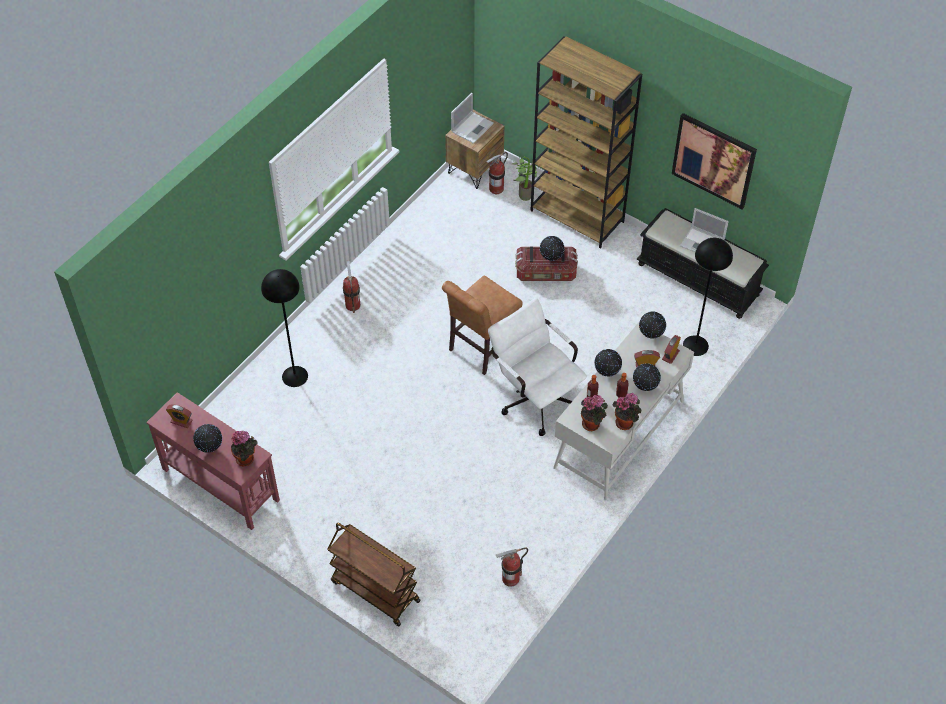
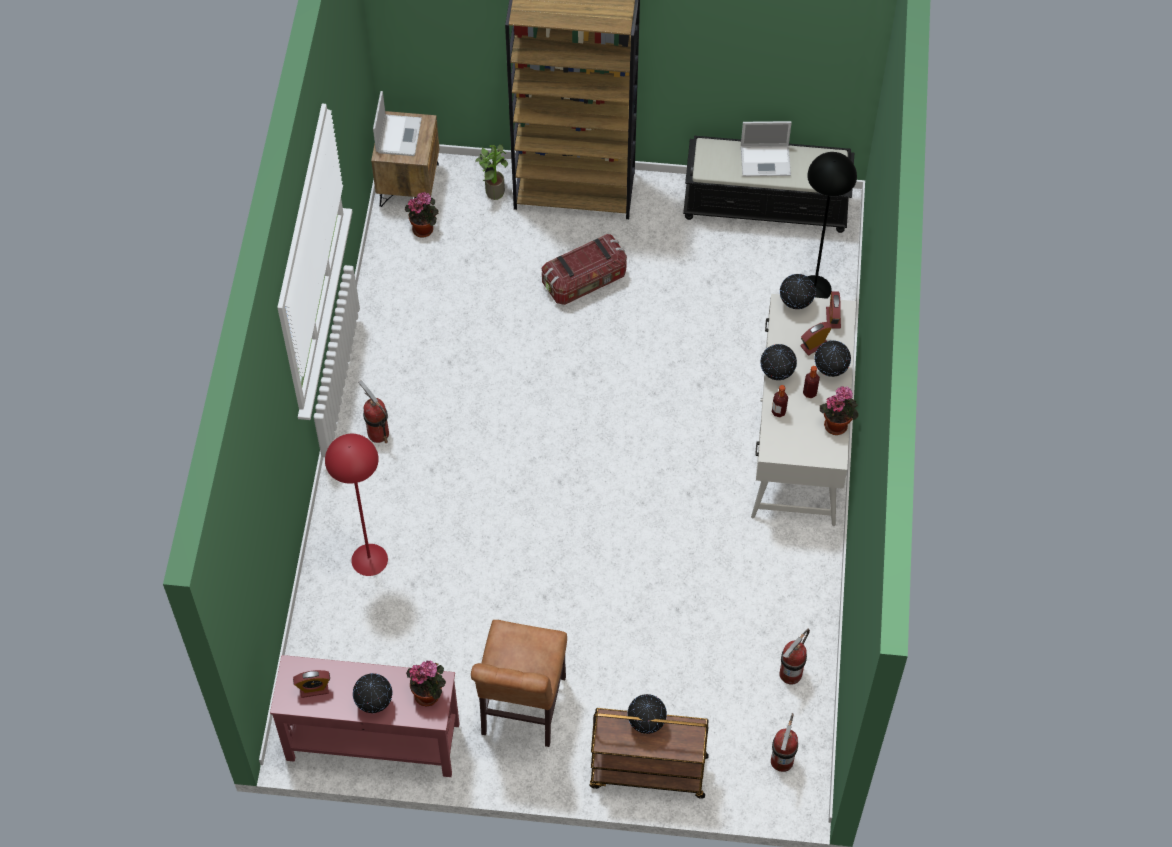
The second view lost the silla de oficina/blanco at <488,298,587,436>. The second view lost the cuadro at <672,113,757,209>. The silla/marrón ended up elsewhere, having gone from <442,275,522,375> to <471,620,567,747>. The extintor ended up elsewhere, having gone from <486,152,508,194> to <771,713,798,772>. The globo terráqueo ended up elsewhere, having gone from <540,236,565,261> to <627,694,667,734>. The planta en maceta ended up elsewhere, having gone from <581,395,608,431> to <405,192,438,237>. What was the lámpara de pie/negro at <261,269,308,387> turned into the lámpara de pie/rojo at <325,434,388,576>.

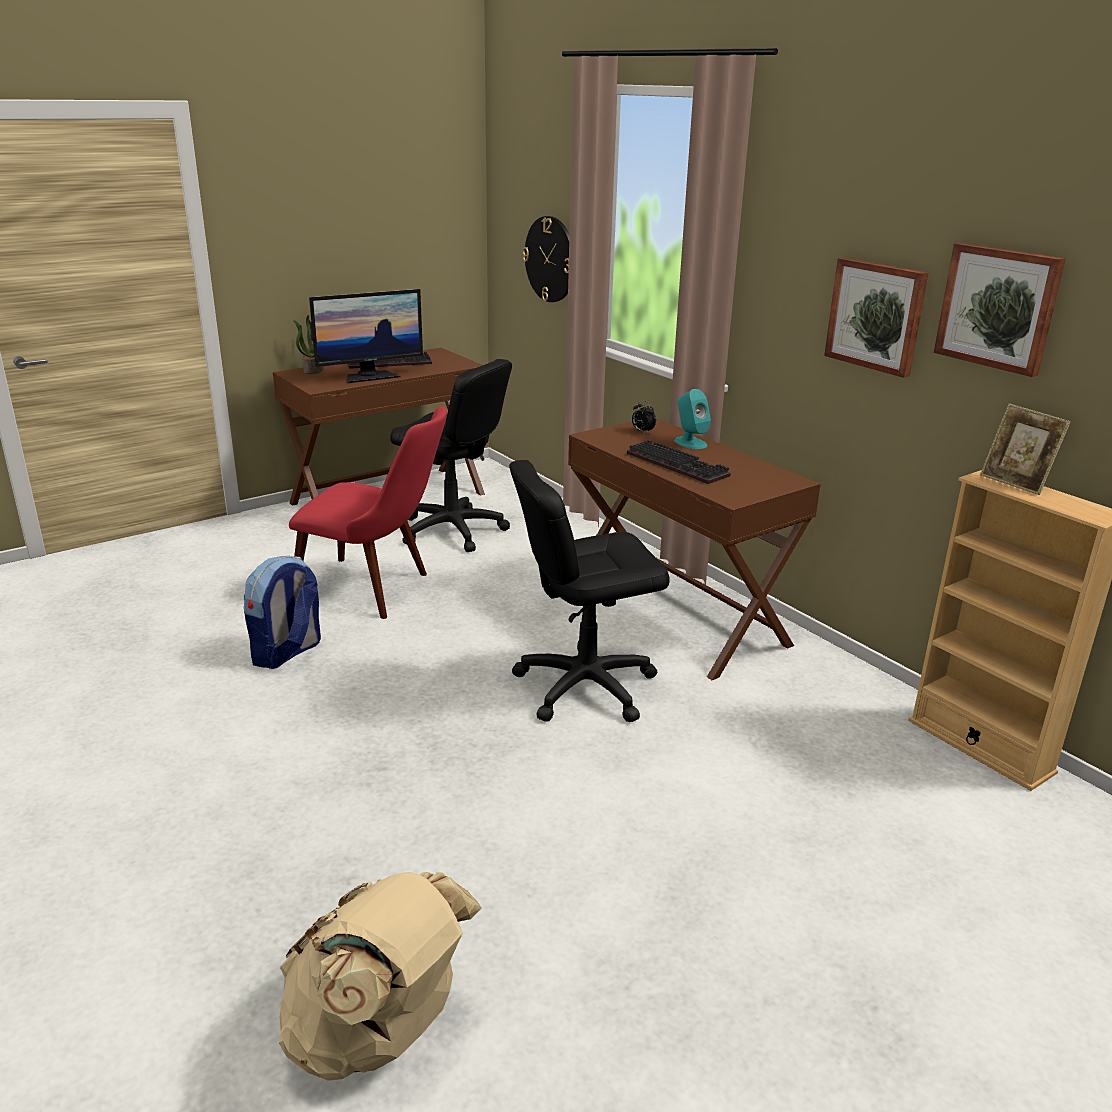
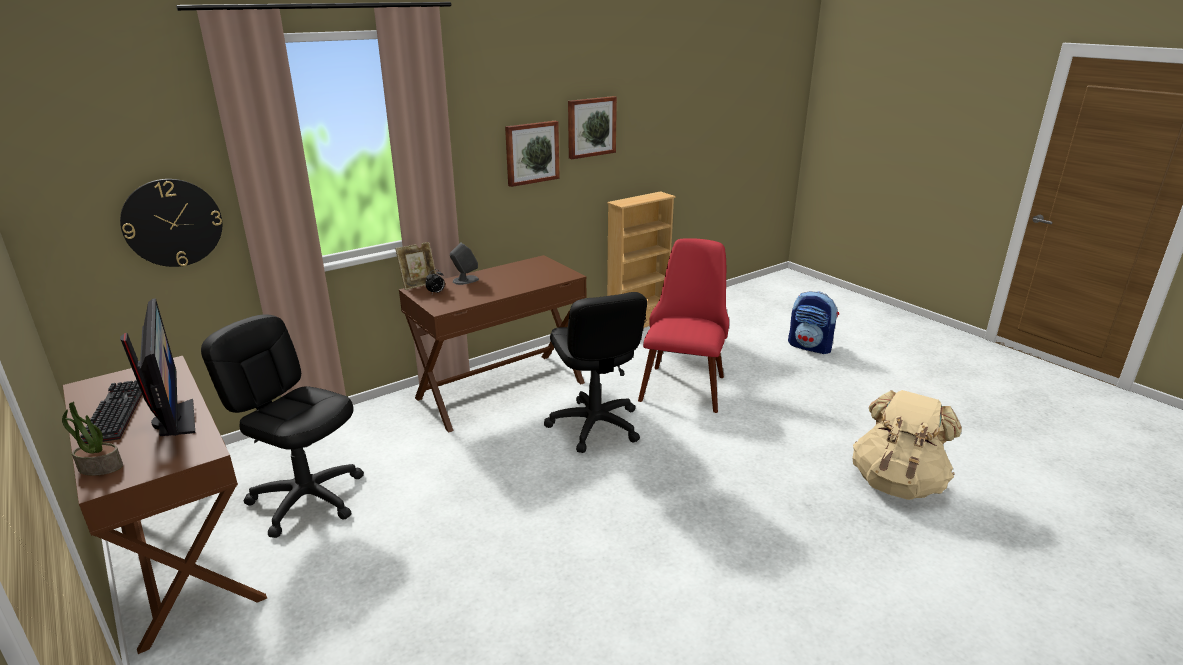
The second view lost the teclado at <627,440,731,484>. The mochila ended up elsewhere, having gone from <244,556,321,669> to <788,291,839,354>. The silla/rojo ended up elsewhere, having gone from <289,406,447,619> to <638,238,729,413>. The portarretratos ended up elsewhere, having gone from <980,404,1071,495> to <395,242,436,290>. What was the altavoz/turquesa at <674,389,711,449> turned into the altavoz/gris at <450,243,479,285>. The silla de oficina/negro at <390,359,512,552> ended up facing another way, 90 degrees counterclockwise from before.

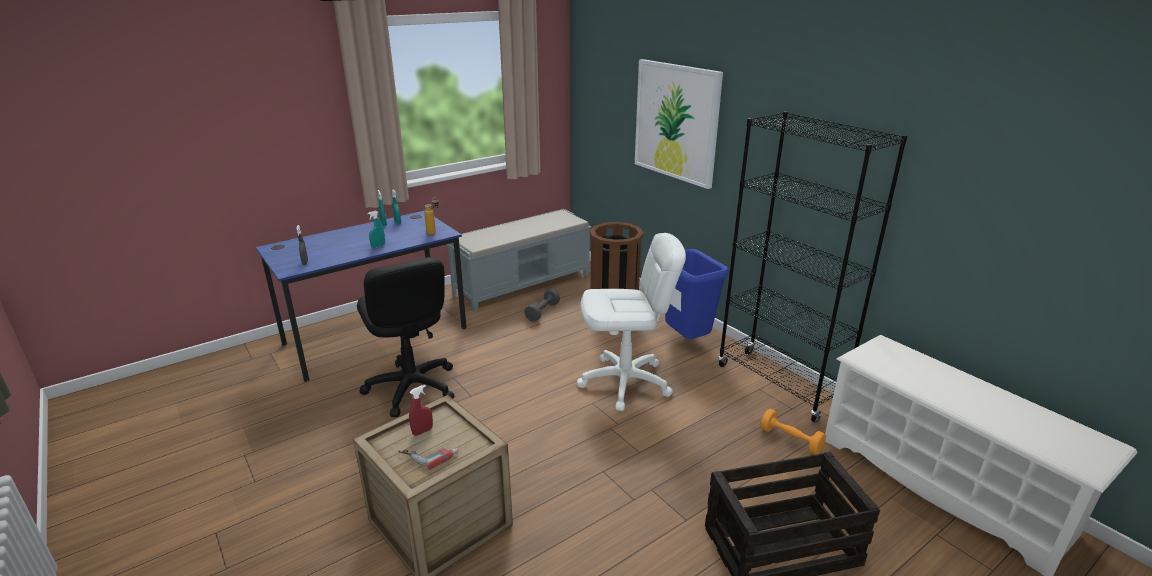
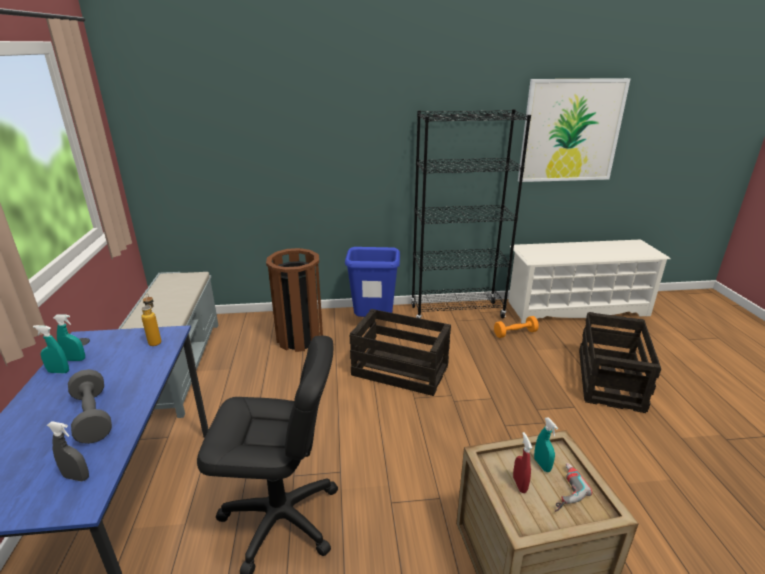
The pulverizador/turquesa ended up elsewhere, having gone from <367,211,385,248> to <534,417,558,472>. The mancuerna/gris ended up elsewhere, having gone from <524,289,560,322> to <68,369,112,444>. The cuadro ended up elsewhere, having gone from <635,59,723,189> to <518,78,630,182>. Where the silla de oficina/blanco stood at <577,233,686,411>, the caja de embalaje came to stand at <350,309,451,396>.

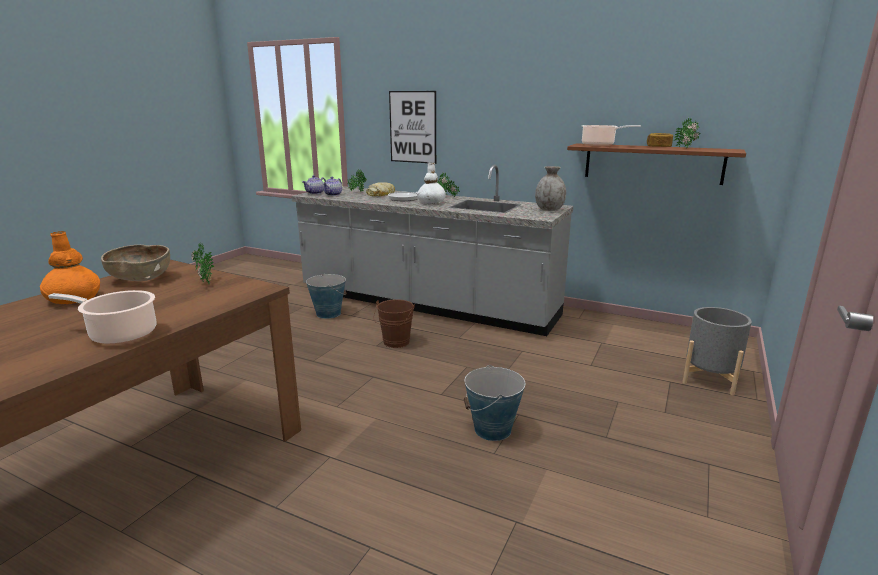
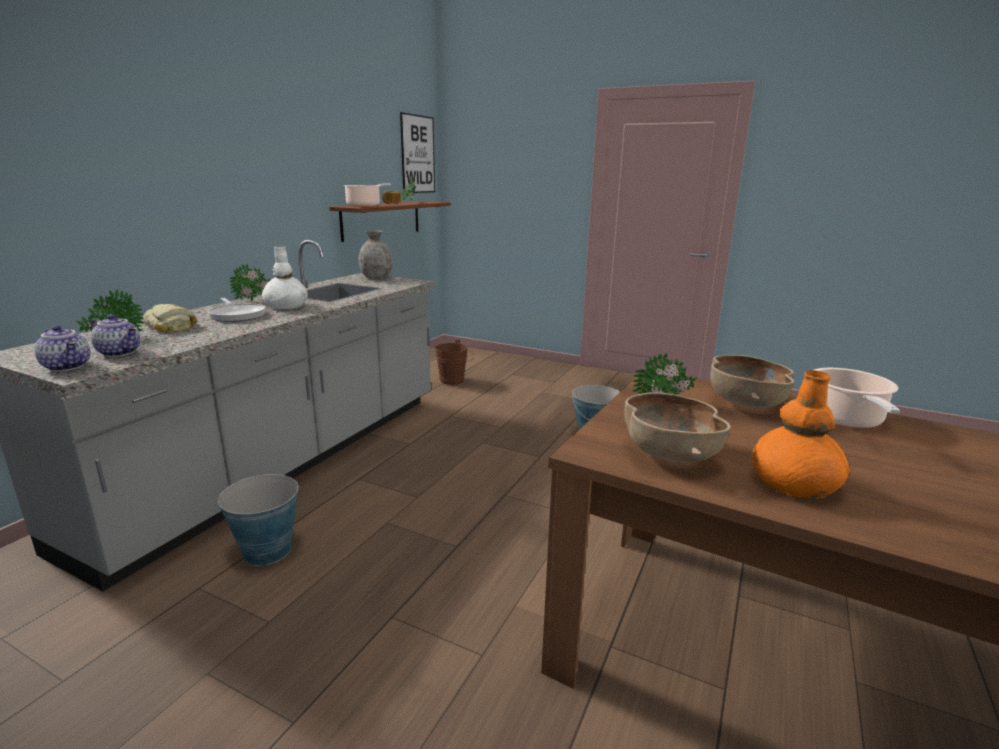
The second view lost the maceta/gris at <682,307,752,396>. The second view gained the cuenco/marrón at <710,355,794,408>. The cubo/marrón ended up elsewhere, having gone from <374,299,415,348> to <435,339,474,385>. The cuadro ended up elsewhere, having gone from <389,91,436,164> to <400,112,435,193>.

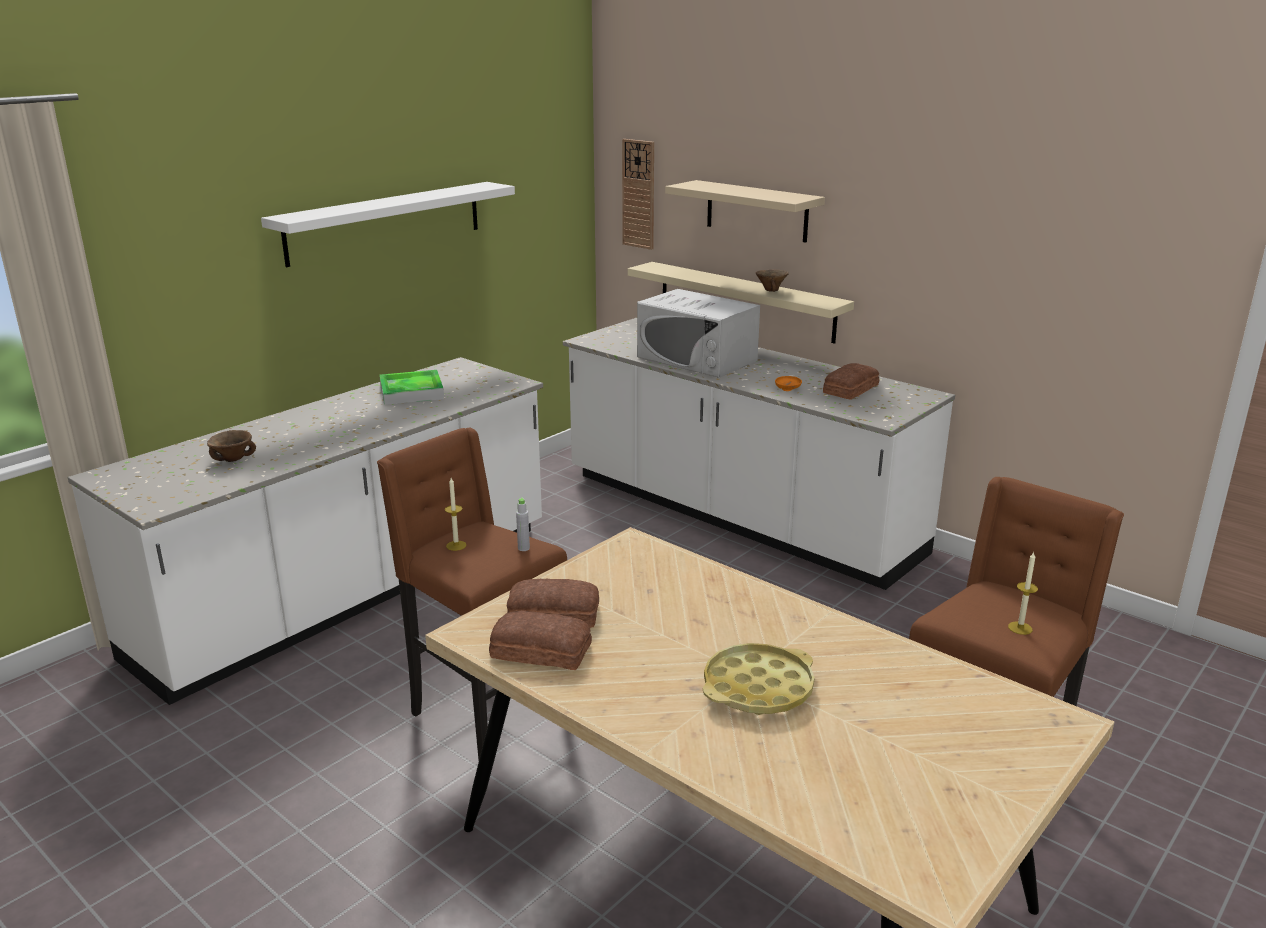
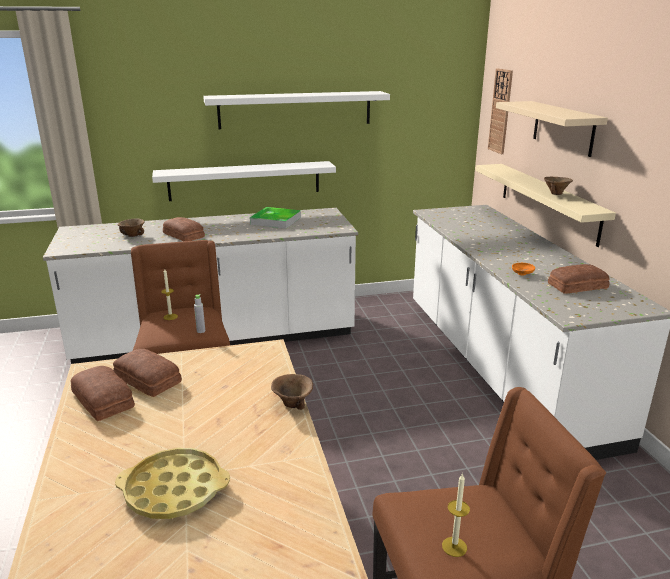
The second view lost the microondas/blanco at <637,289,760,378>. The second view gained the estante/blanco at <152,161,336,201>. The second view gained the pan at <163,217,205,241>. The second view gained the cuenco/marrón at <271,374,313,410>.

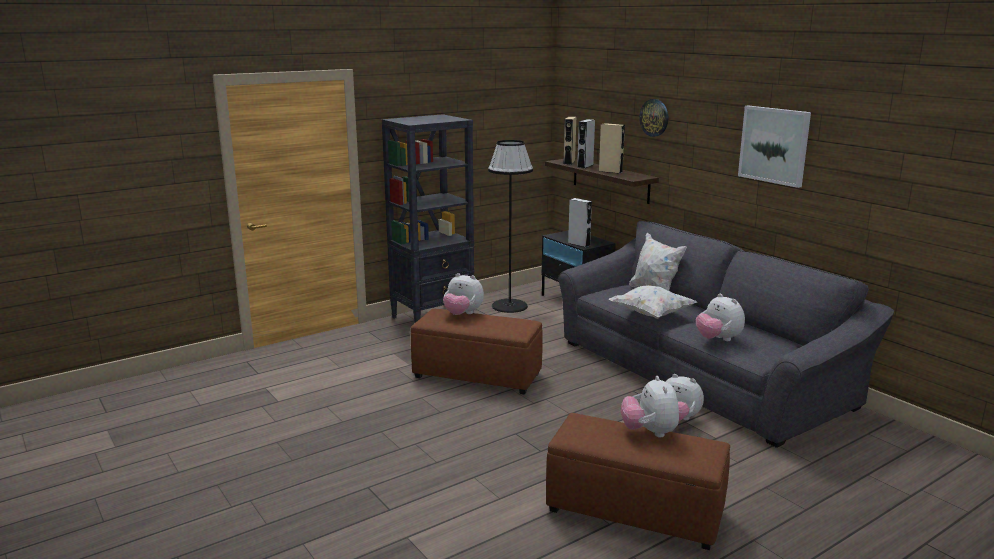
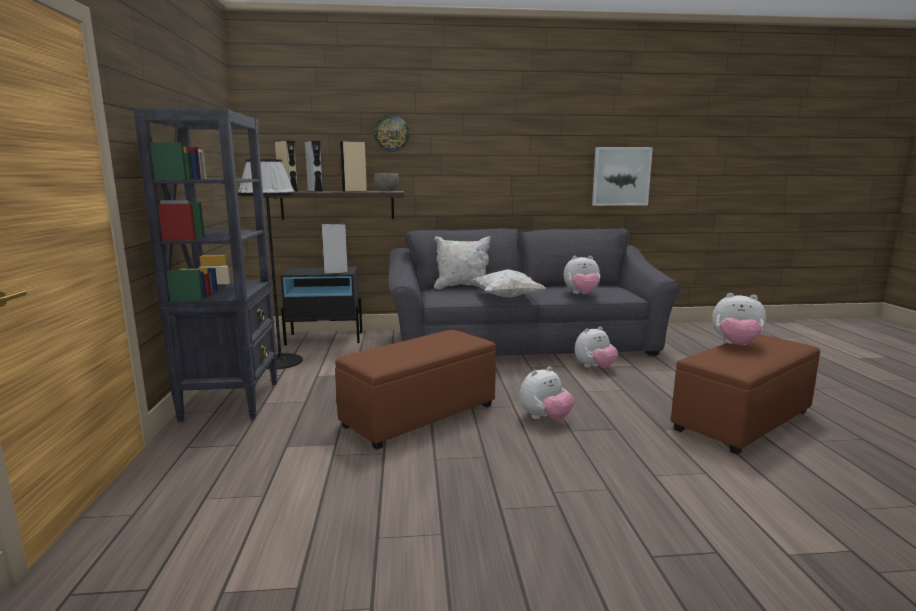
The second view gained the cuenco/gris at <374,173,399,191>. The peluche ended up elsewhere, having gone from <443,273,484,315> to <519,366,574,420>. The cuadro ended up elsewhere, having gone from <738,106,811,188> to <592,147,653,206>.

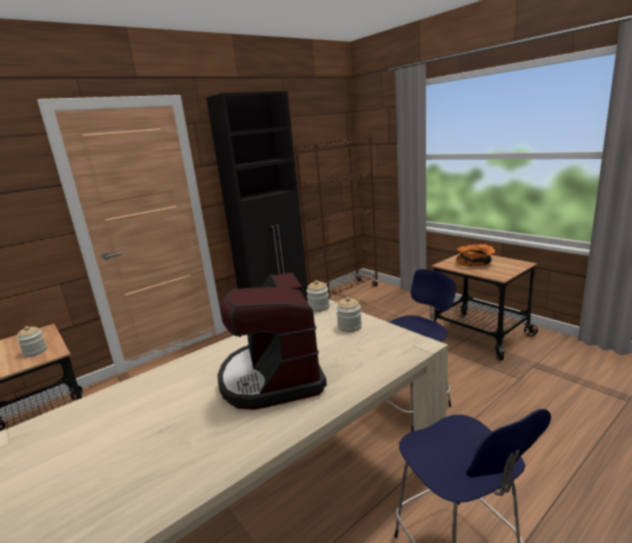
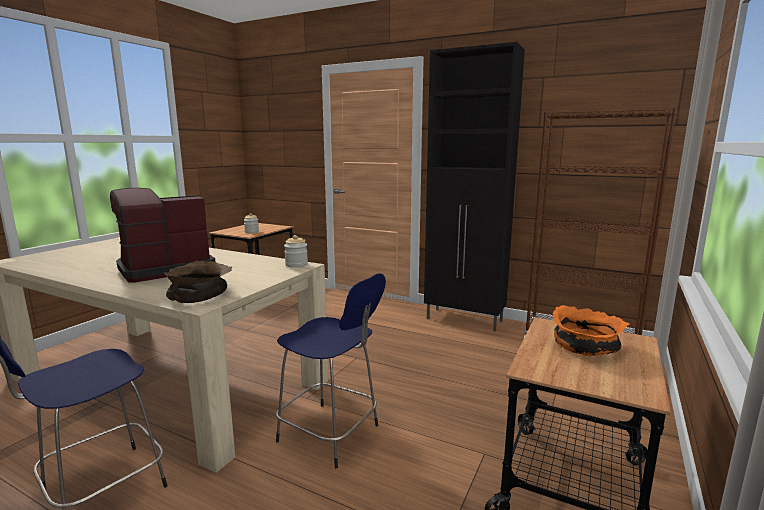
The second view lost the tarro at <336,297,362,332>. The second view gained the cuenco/marrón at <164,260,232,303>.

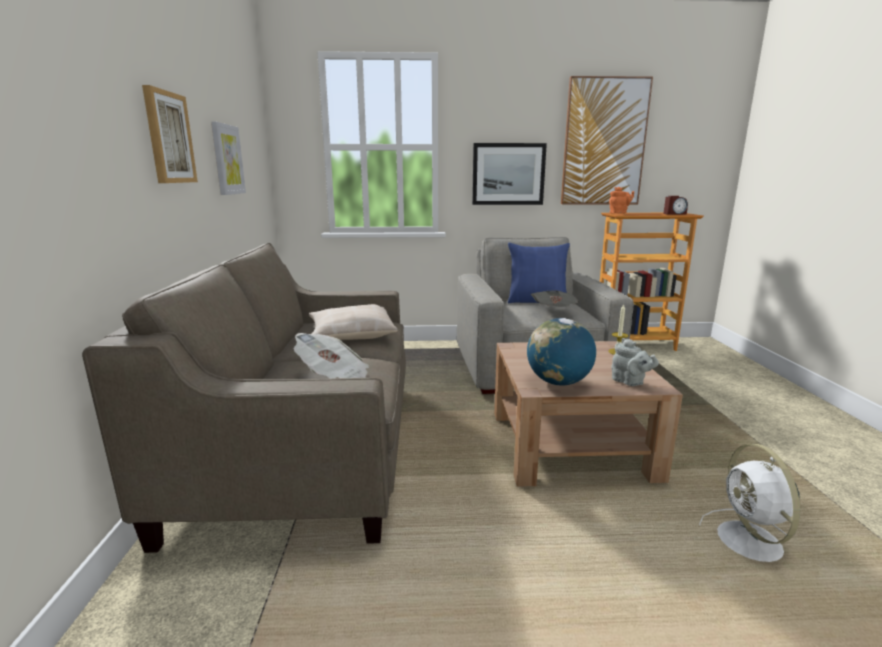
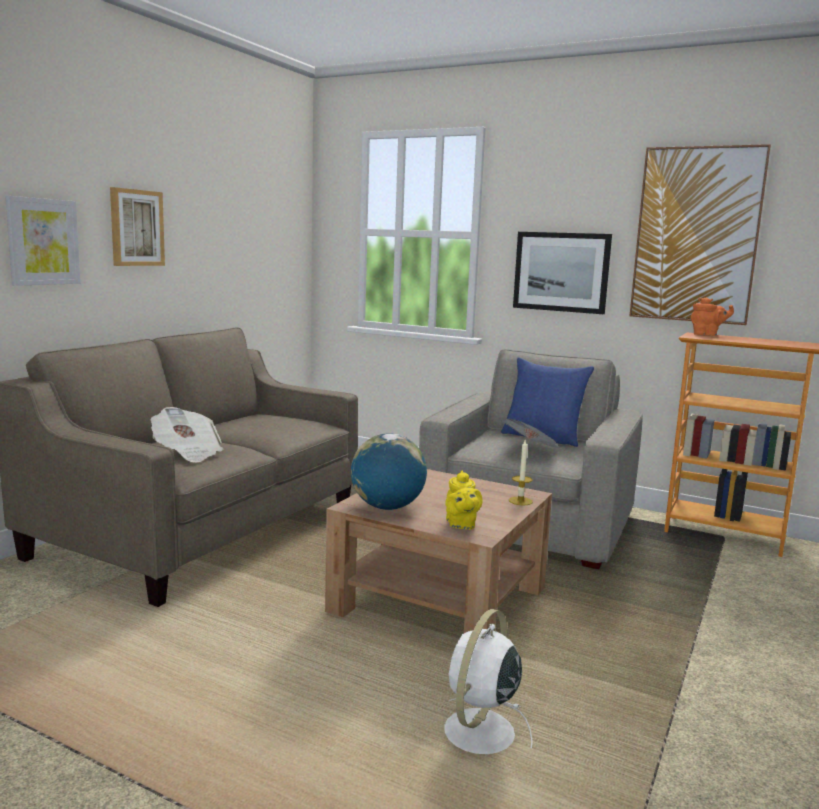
The second view lost the cojín/beis at <309,304,397,340>. The second view lost the despertador at <663,196,688,215>. The cuadro ended up elsewhere, having gone from <211,122,246,195> to <5,196,80,286>. What was the tetera/gris at <612,338,659,386> turned into the tetera/amarillo at <445,470,482,530>.

